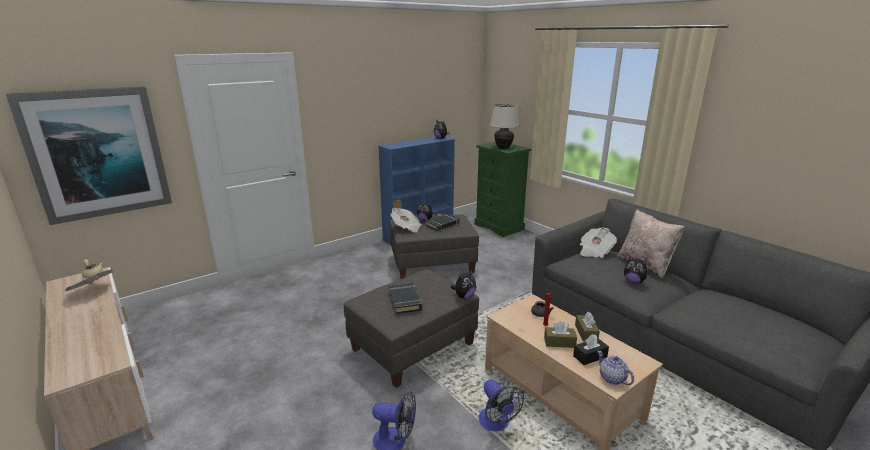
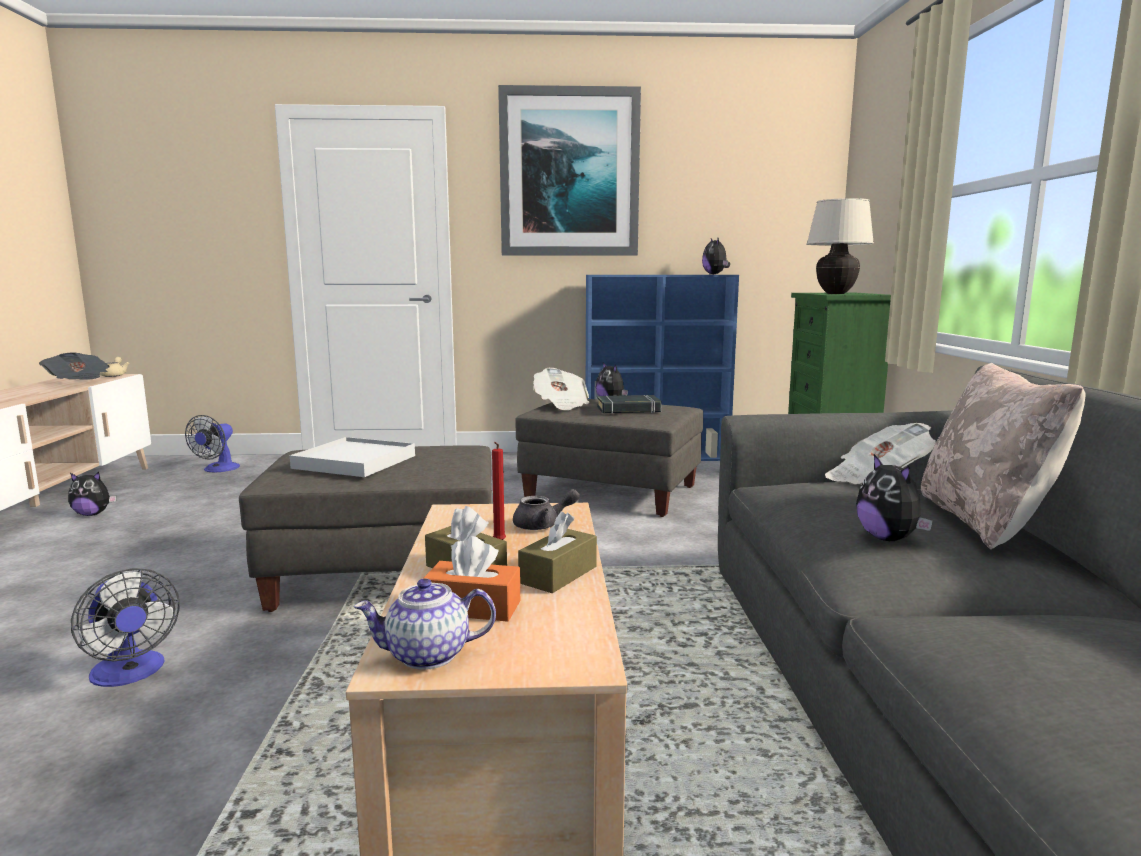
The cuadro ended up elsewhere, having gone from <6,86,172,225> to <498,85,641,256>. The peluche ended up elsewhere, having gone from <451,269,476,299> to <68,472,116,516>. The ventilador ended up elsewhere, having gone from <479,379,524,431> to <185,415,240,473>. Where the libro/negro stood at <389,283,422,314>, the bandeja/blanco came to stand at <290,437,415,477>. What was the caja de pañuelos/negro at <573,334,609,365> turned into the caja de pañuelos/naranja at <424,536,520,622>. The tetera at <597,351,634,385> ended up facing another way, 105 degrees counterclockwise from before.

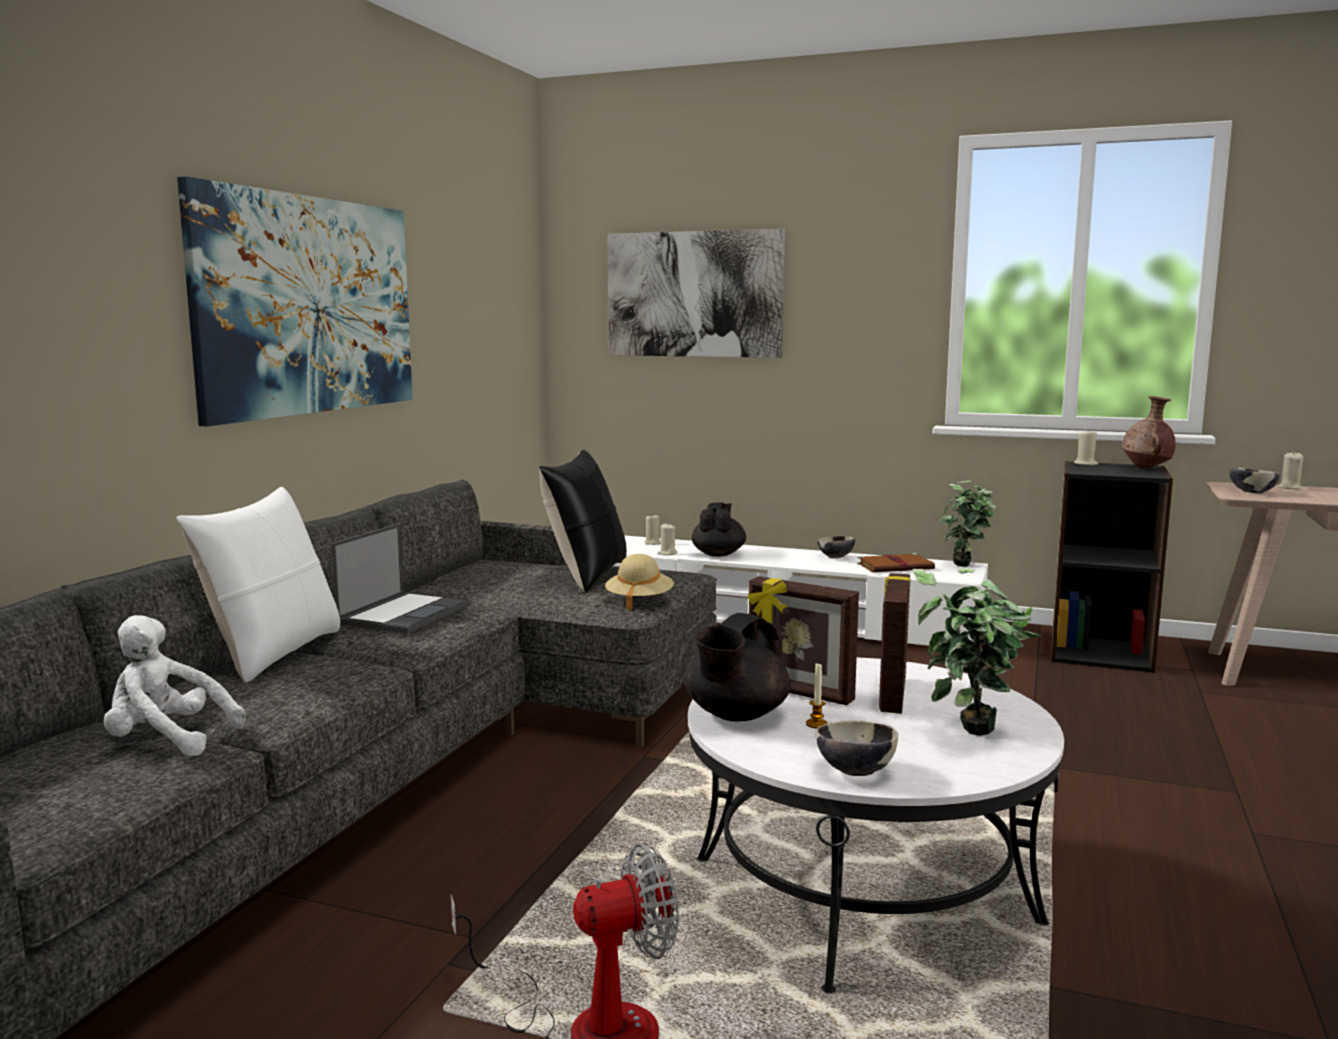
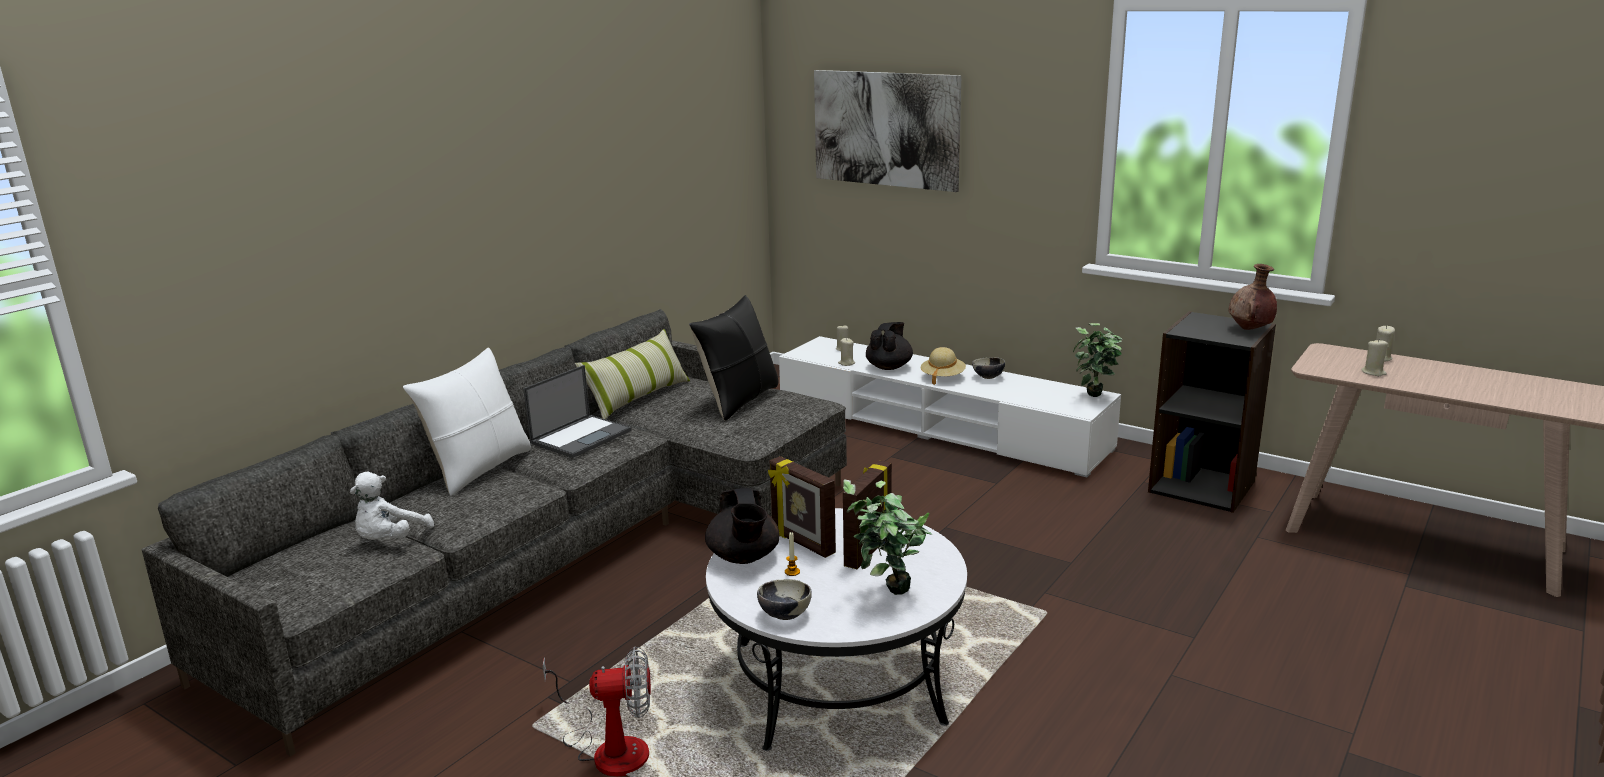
The second view lost the cuadro at <177,176,413,426>. The second view lost the libro/marrón at <857,553,935,572>. The second view lost the cuenco at <1230,467,1280,494>. The second view gained the cojín at <575,329,690,419>. The sombrero/beis ended up elsewhere, having gone from <605,554,674,611> to <921,347,966,385>. The vela/beis ended up elsewhere, having gone from <1074,429,1098,465> to <1361,340,1388,376>. The peluche/blanco at <104,615,245,757> ended up facing another way, 90 degrees counterclockwise from before. The tetera/negro at <684,613,791,722> ended up facing another way, 60 degrees counterclockwise from before.

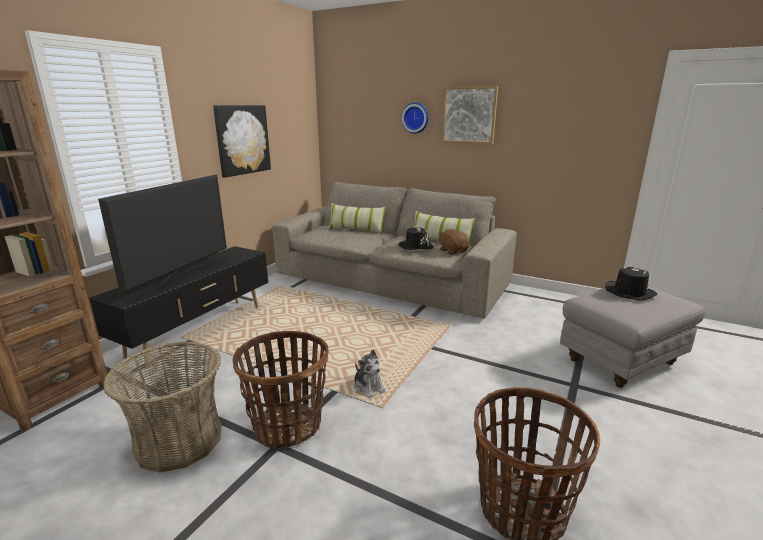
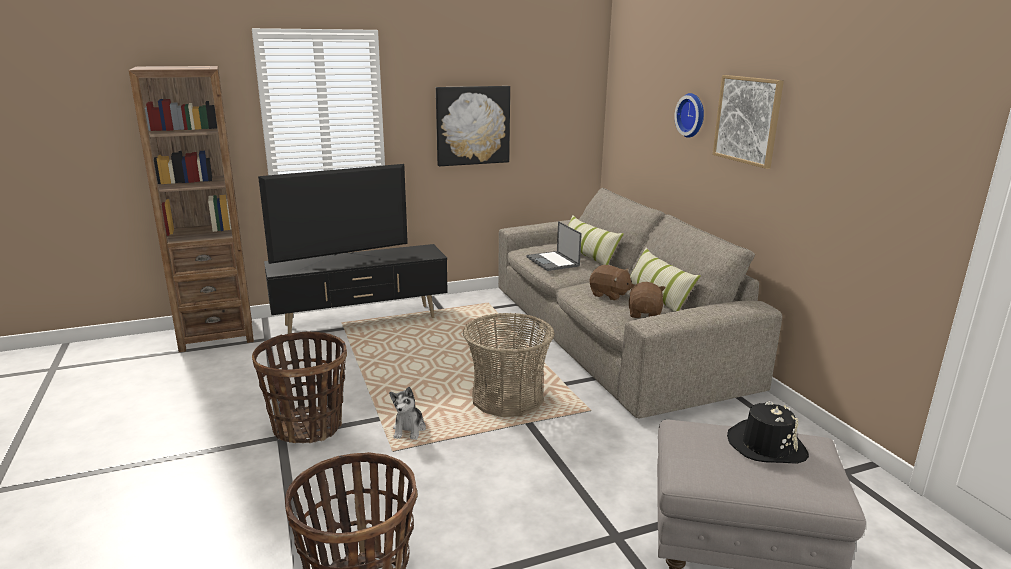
The second view gained the portátil at <526,221,582,271>. The cesta ended up elsewhere, having gone from <103,341,222,473> to <463,313,555,417>. Where the sombrero/negro stood at <398,226,434,250>, the peluche/marrón came to stand at <590,265,632,301>.

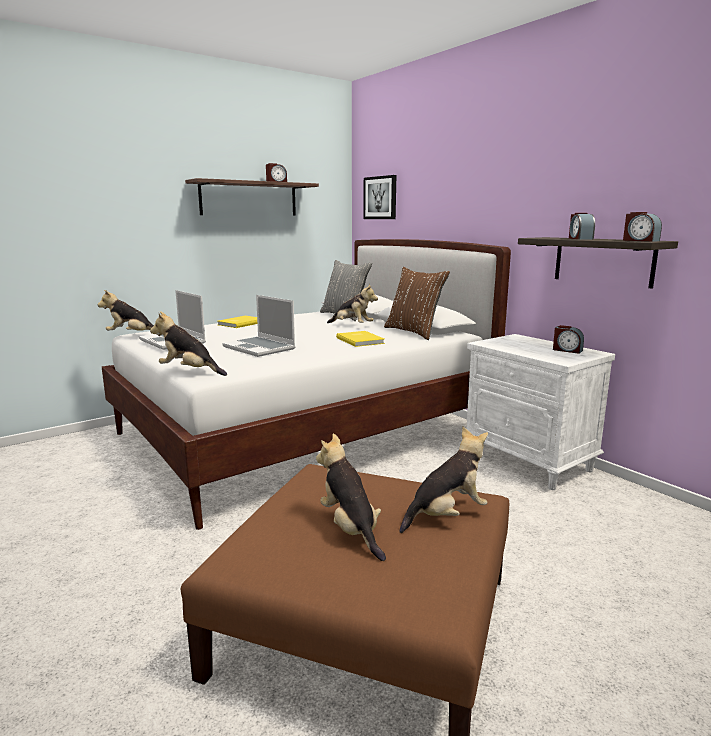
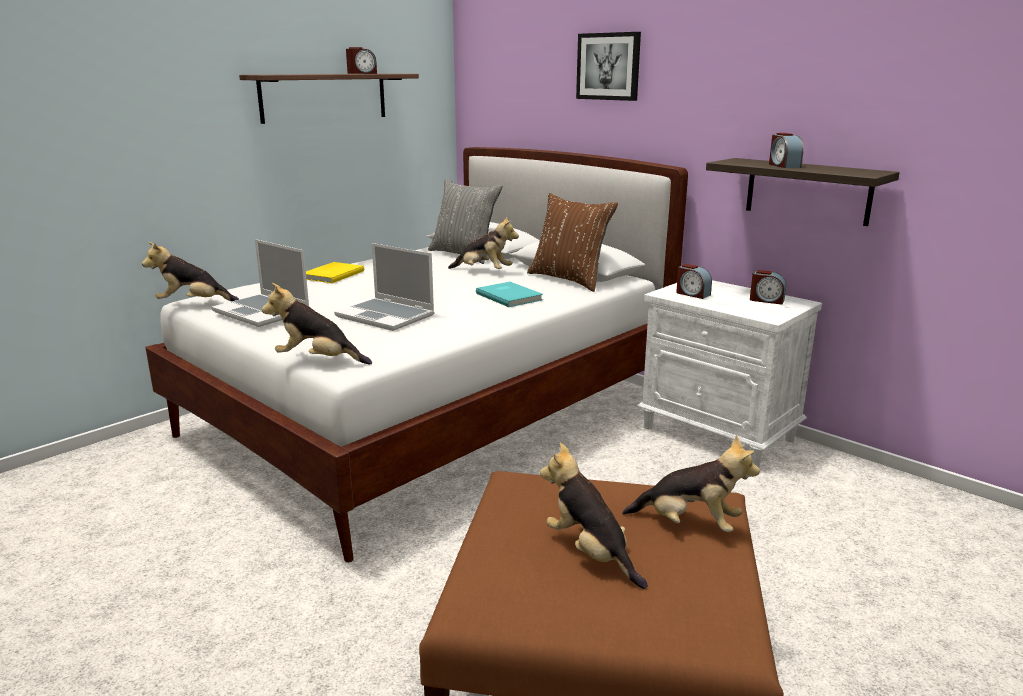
The cuadro ended up elsewhere, having gone from <363,175,396,219> to <576,32,641,101>. The despertador ended up elsewhere, having gone from <623,212,662,242> to <676,264,712,299>. What was the libro/amarillo at <336,331,385,347> turned into the libro/turquesa at <476,282,543,307>. The peluche at <400,427,488,533> ended up facing another way, 60 degrees clockwise from before.

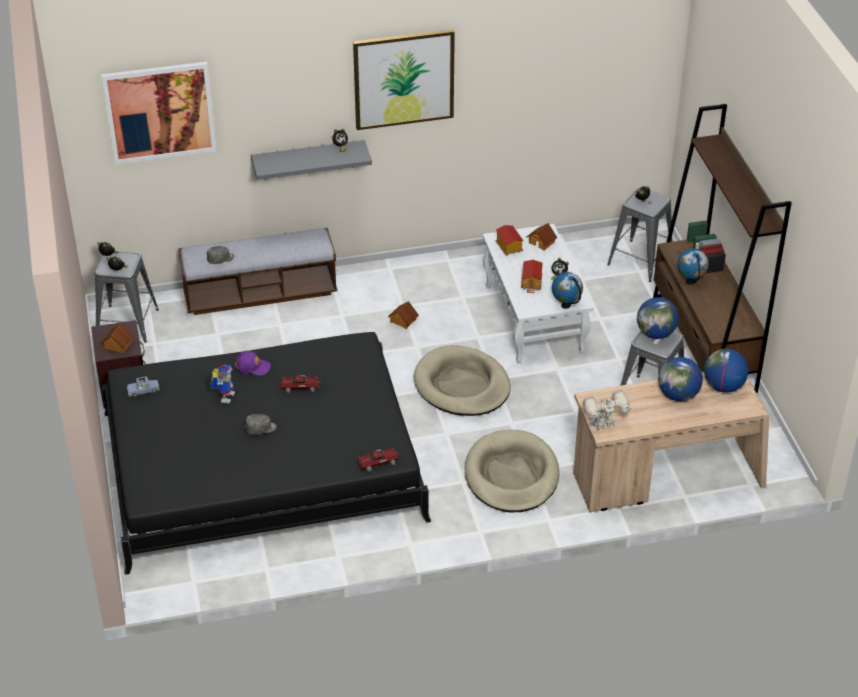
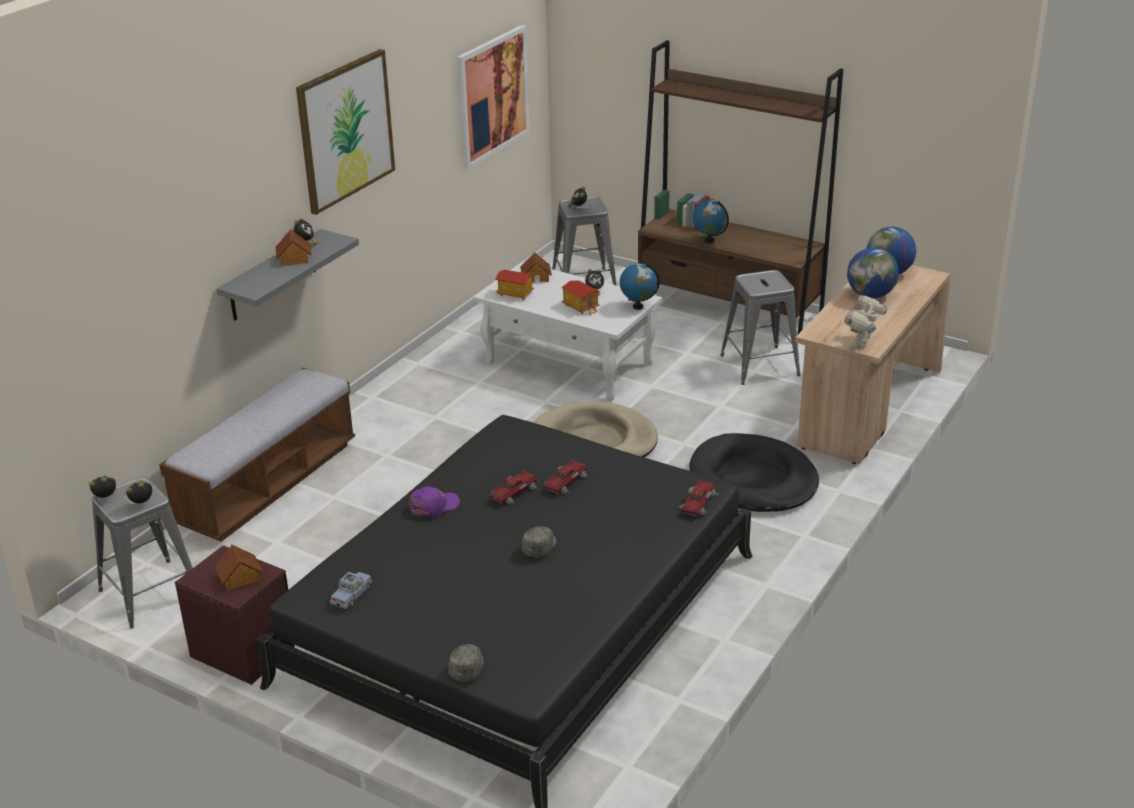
The second view lost the robot de juguete at <210,364,235,404>. The second view lost the globo terráqueo at <637,297,679,339>. The second view gained the coche de juguete at <543,459,588,494>. The cuadro ended up elsewhere, having gone from <101,62,216,164> to <457,25,530,169>. The gorra/gris ended up elsewhere, having gone from <207,246,234,264> to <448,644,484,681>. The casita ended up elsewhere, having gone from <388,301,419,329> to <275,229,312,266>. What was the cama para perro/beis at <465,430,559,512> turned into the cama para perro/negro at <690,433,819,512>.

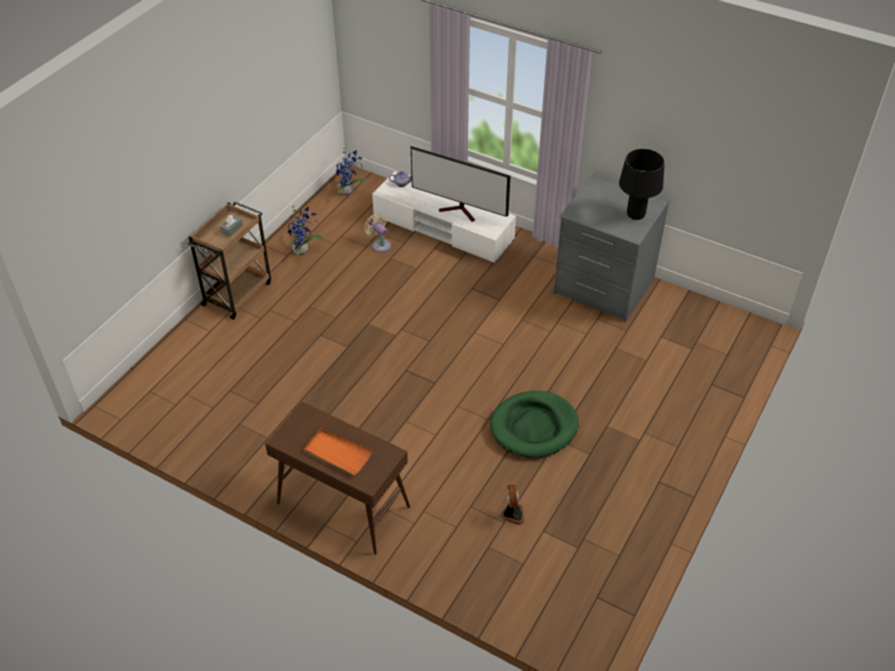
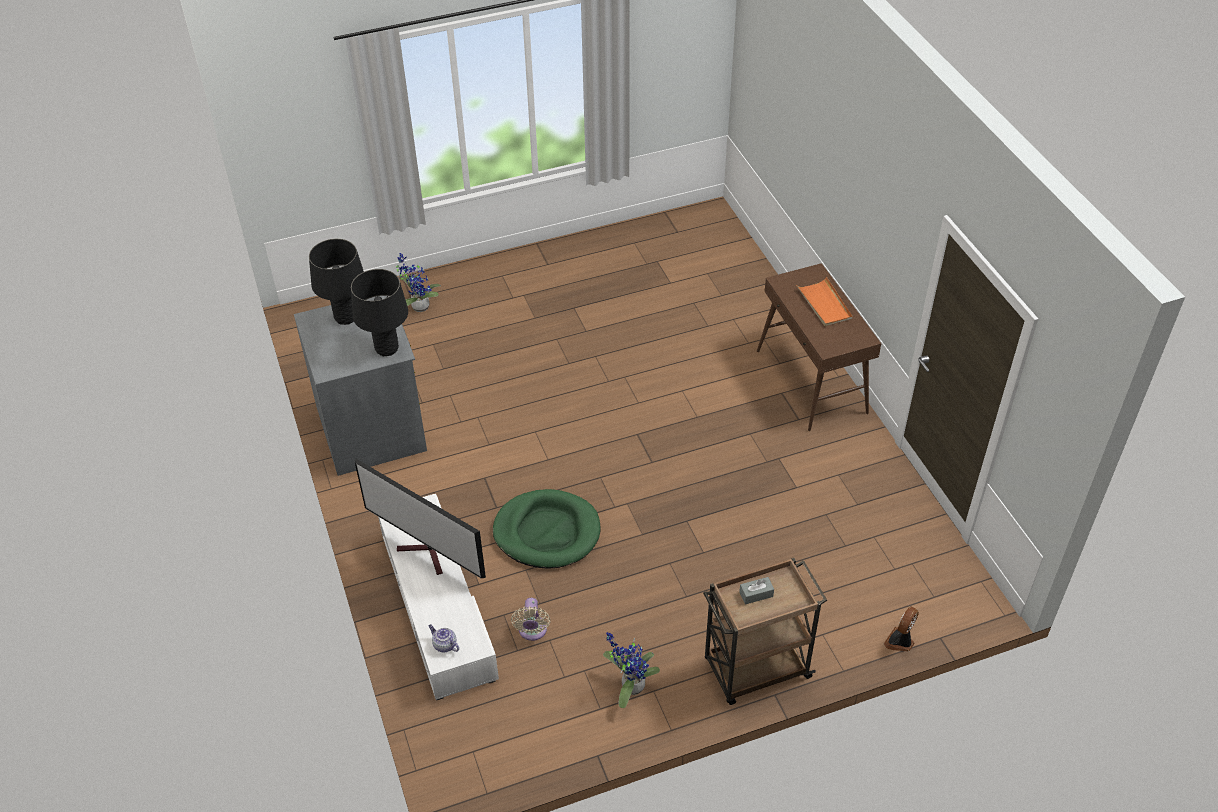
The second view gained the lámpara de mesa/negro at <351,269,408,356>. The planta en maceta ended up elsewhere, having gone from <331,147,367,196> to <396,253,441,312>. The cama para perro/verde ended up elsewhere, having gone from <490,391,579,458> to <493,489,600,569>. The ventilador ended up elsewhere, having gone from <502,485,524,525> to <884,606,919,651>. The televisor at <411,146,510,222> ended up facing another way, 150 degrees clockwise from before.

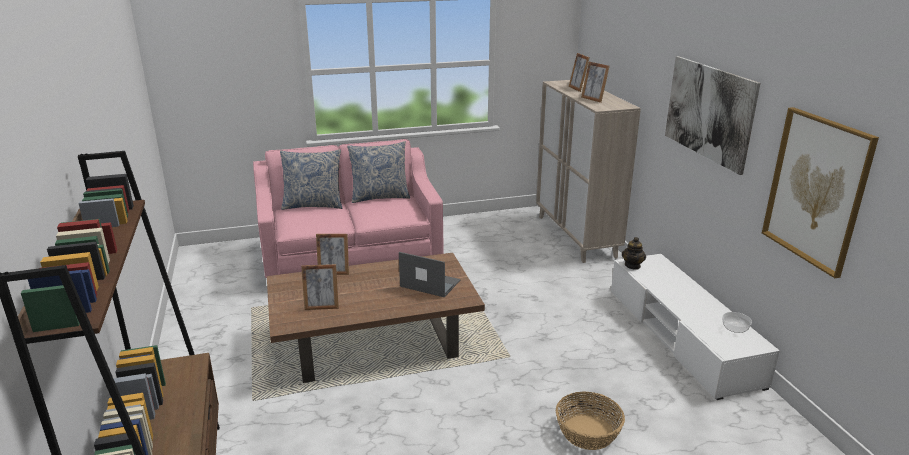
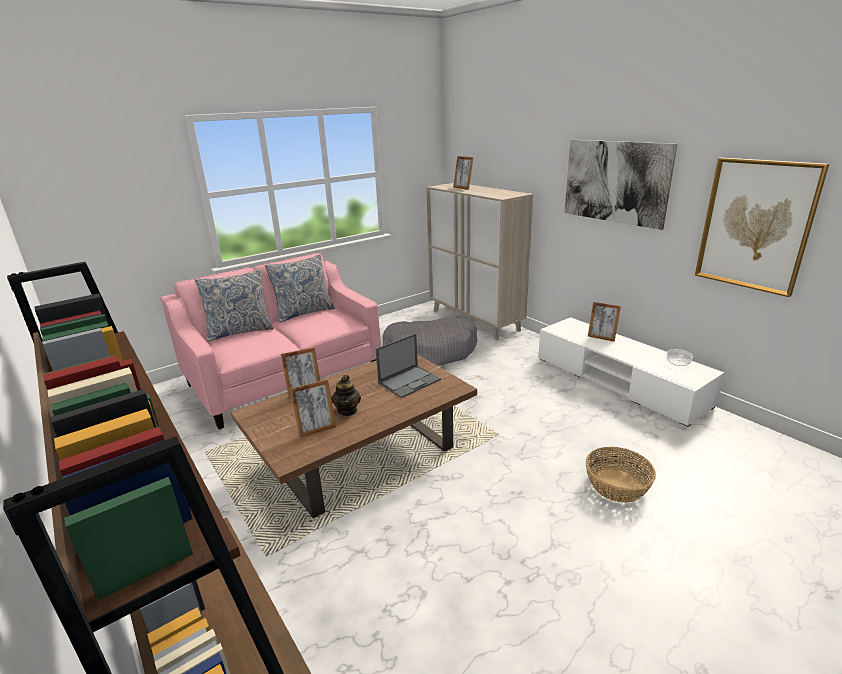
The second view gained the cama para perro/gris at <383,317,478,366>. The portarretratos ended up elsewhere, having gone from <581,62,610,103> to <588,302,621,342>. The tetera ended up elsewhere, having gone from <622,237,646,270> to <331,375,361,416>. The portátil at <399,252,460,297> ended up facing another way, 135 degrees clockwise from before.

